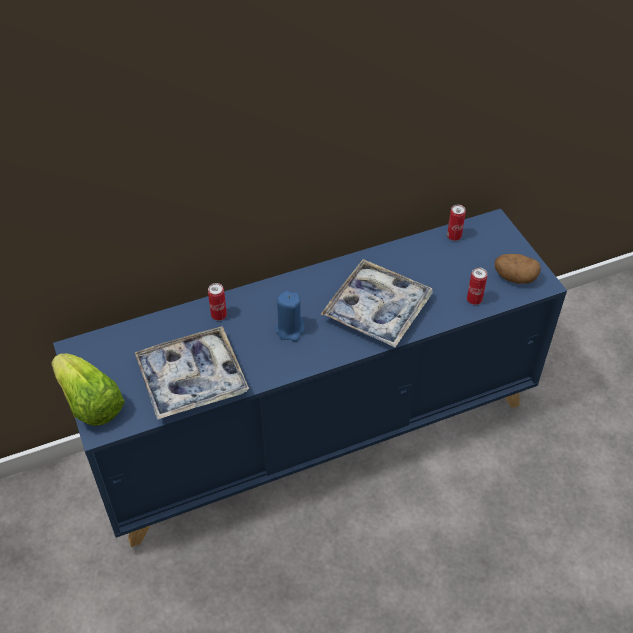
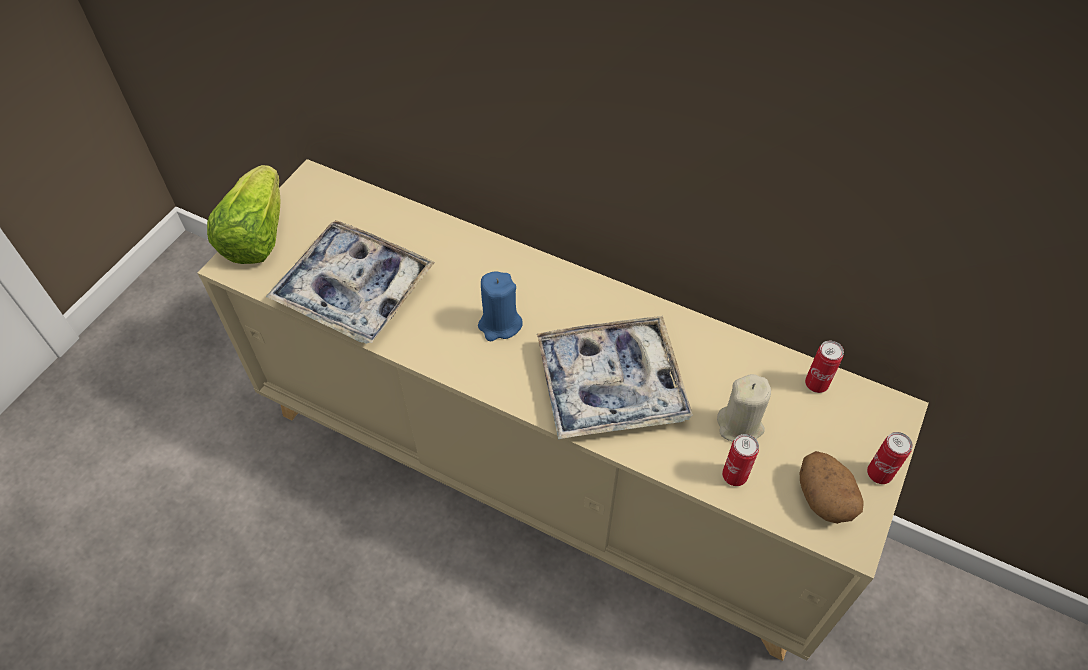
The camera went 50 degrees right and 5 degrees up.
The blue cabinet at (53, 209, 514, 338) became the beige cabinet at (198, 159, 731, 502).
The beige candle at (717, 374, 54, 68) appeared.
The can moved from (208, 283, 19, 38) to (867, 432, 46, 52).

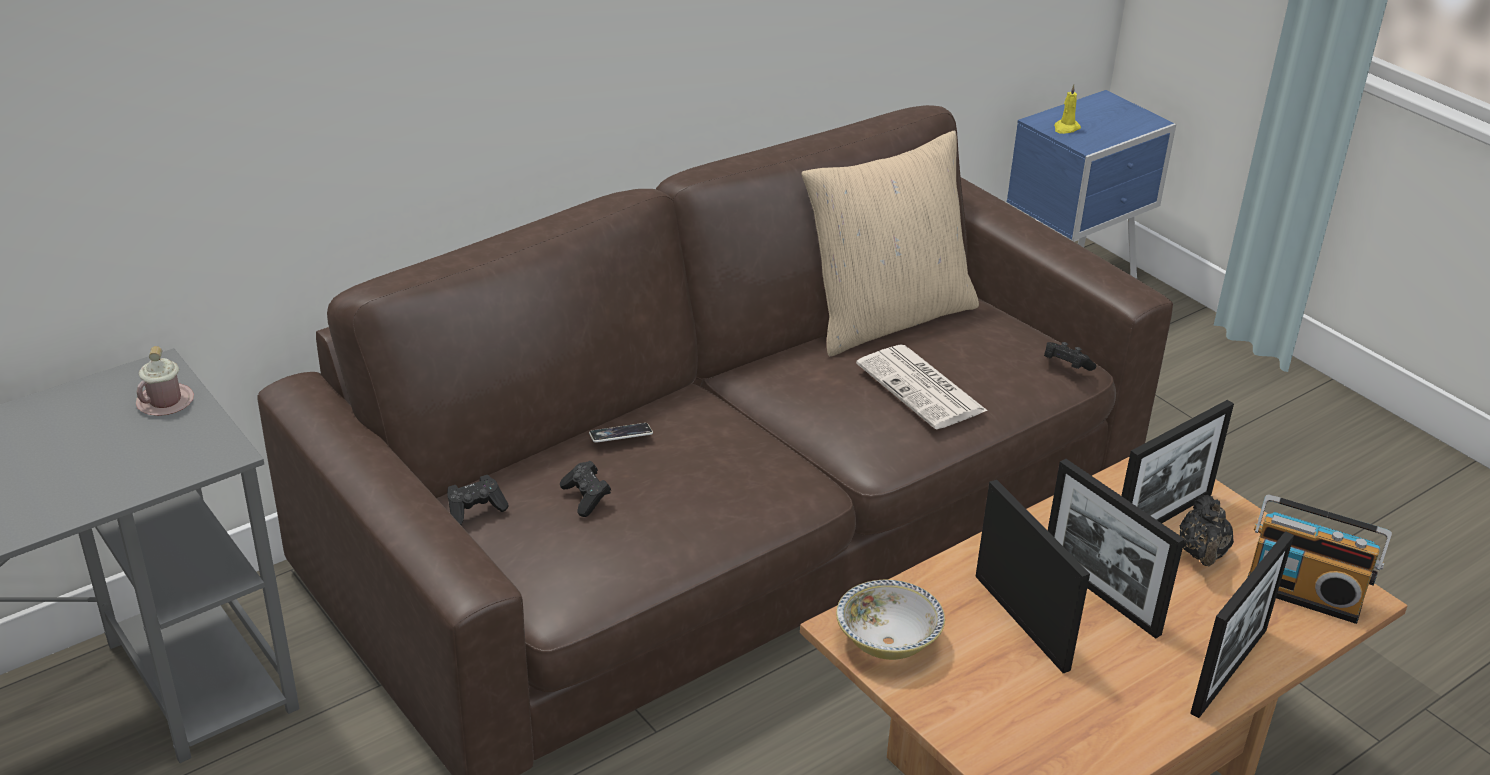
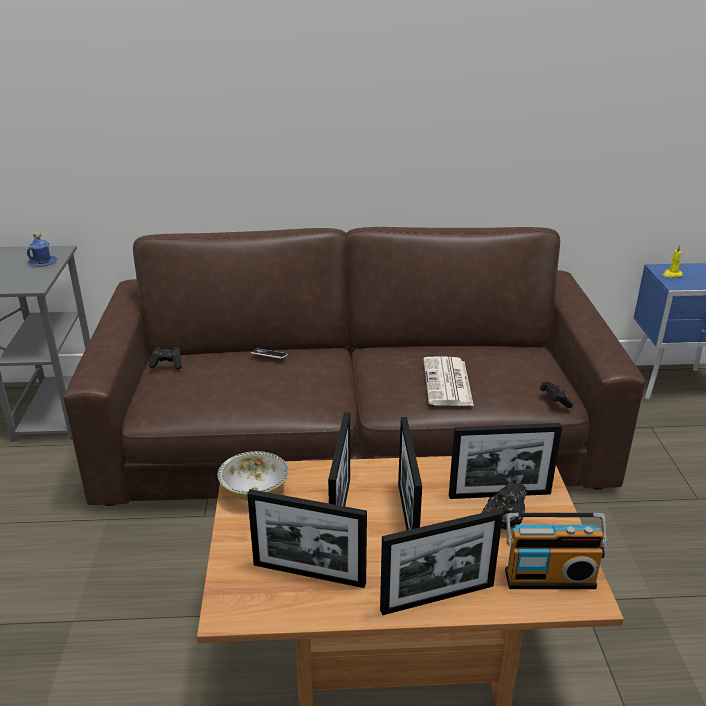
The camera went 35 degrees right and 5 degrees down.
The pink mug at (136, 346, 58, 70) became the blue mug at (27, 232, 30, 35).
The picture frame at (247, 489, 120, 99) appeared.
The radio at (1247, 494, 145, 130) turned 60 degrees counterclockwise.
The black game controller at (560, 461, 51, 56) disappeared.
The beige pillow at (802, 131, 177, 226) disappeared.

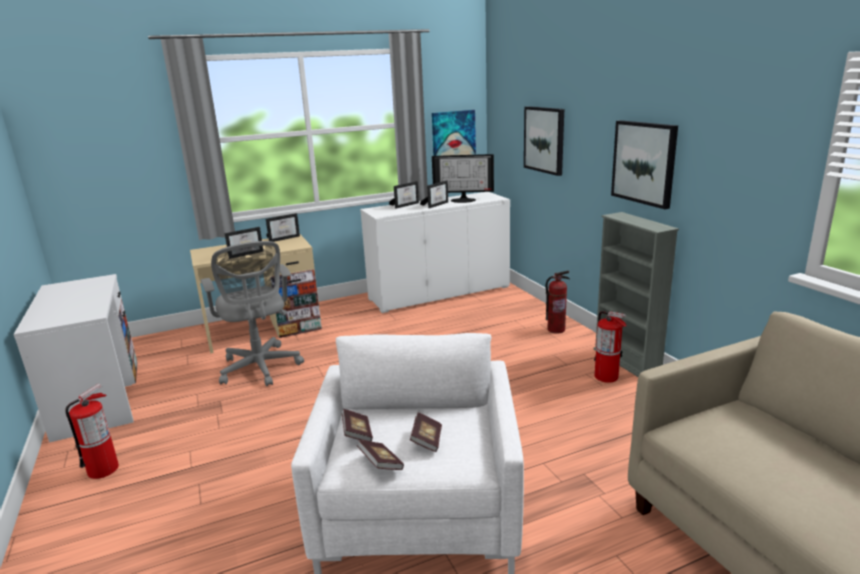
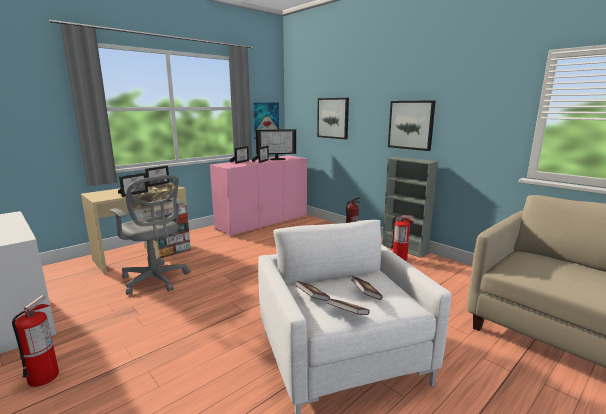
The camera went 20 degrees left and 5 degrees down.
The white cabinet at (360, 192, 150, 121) became the pink cabinet at (210, 155, 97, 82).

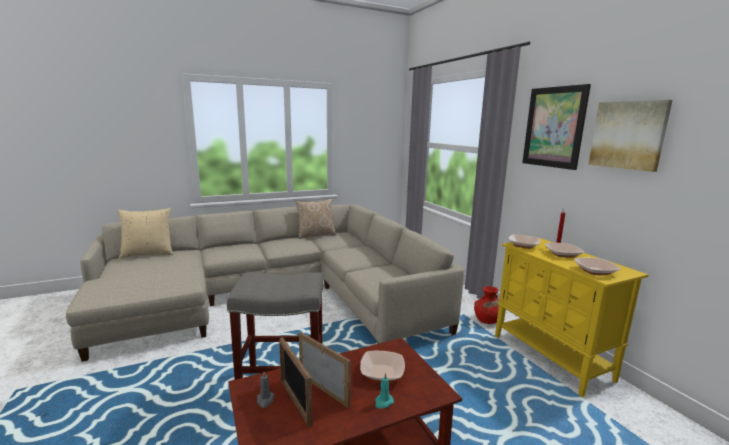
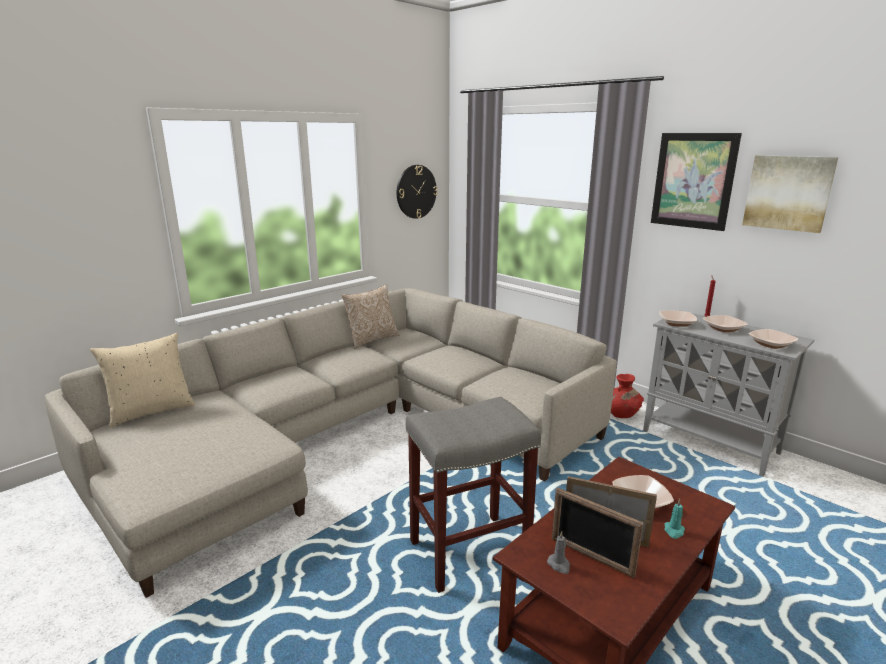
The camera went 20 degrees left and 5 degrees up.
The wall clock at (397, 165, 41, 54) appeared.
The yellow cabinet at (495, 238, 153, 159) became the grey cabinet at (643, 310, 171, 167).

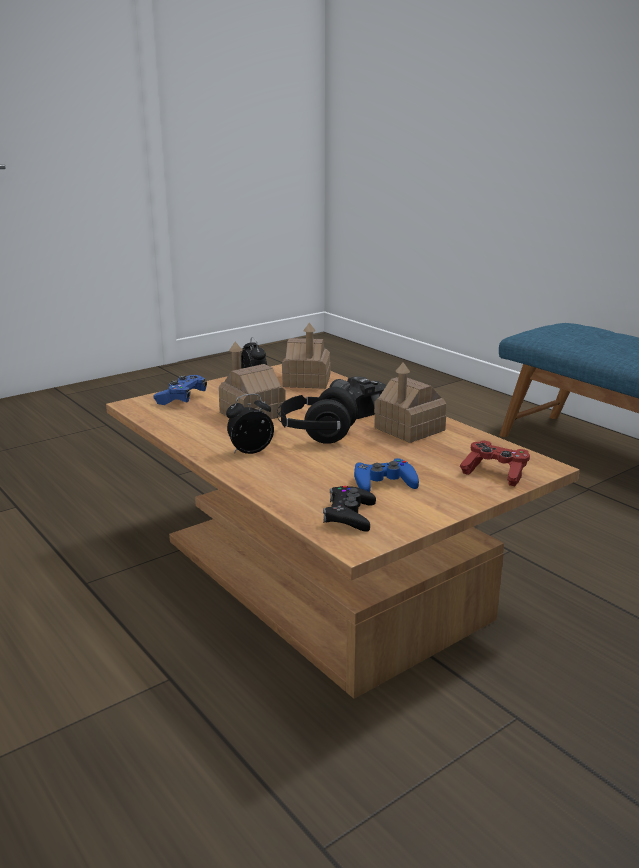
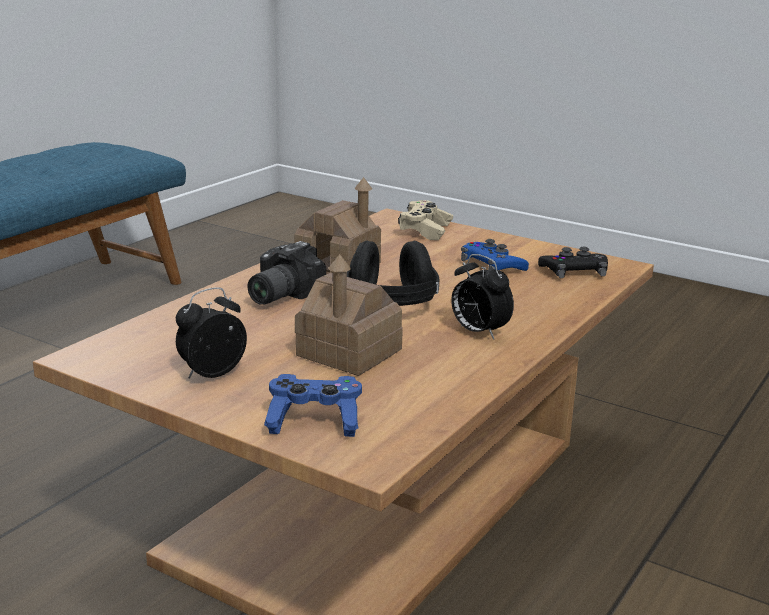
The camera went 110 degrees left and 0 degrees up.
The red game controller at (460, 440, 70, 46) became the beige game controller at (398, 200, 55, 40).
The toy house at (282, 323, 49, 66) disappeared.

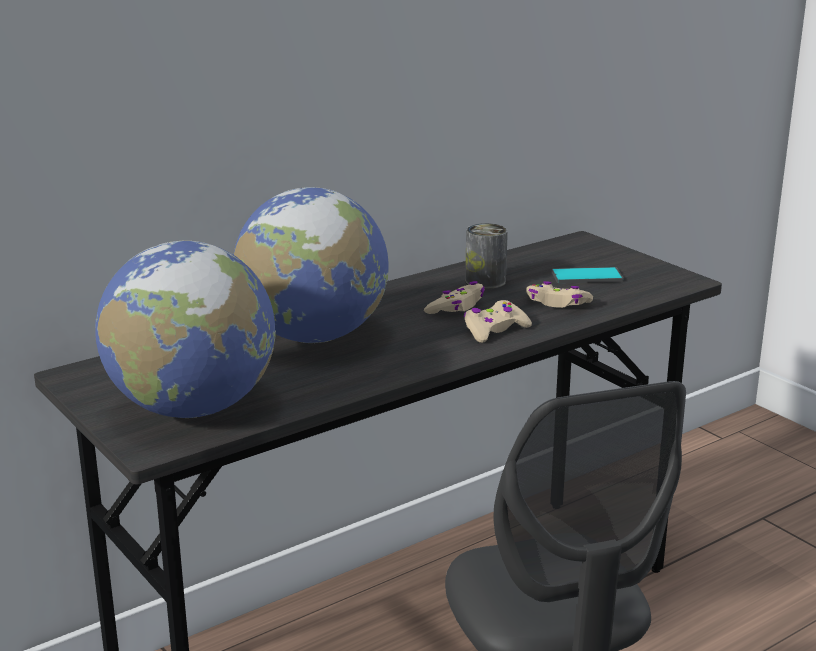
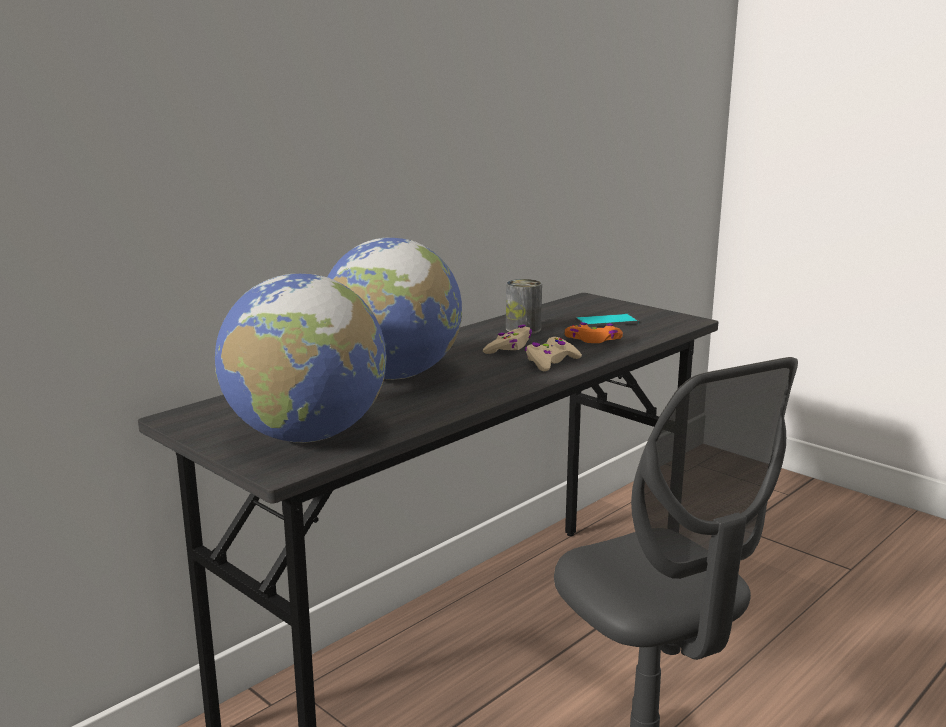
The camera went 10 degrees left and 5 degrees down.
The beige game controller at (526, 281, 67, 27) became the orange game controller at (565, 322, 58, 21).

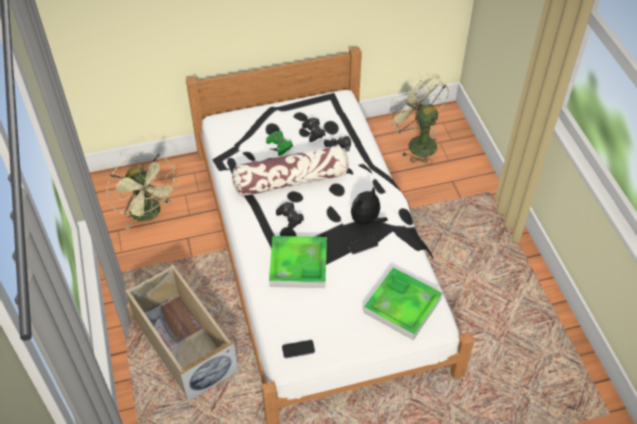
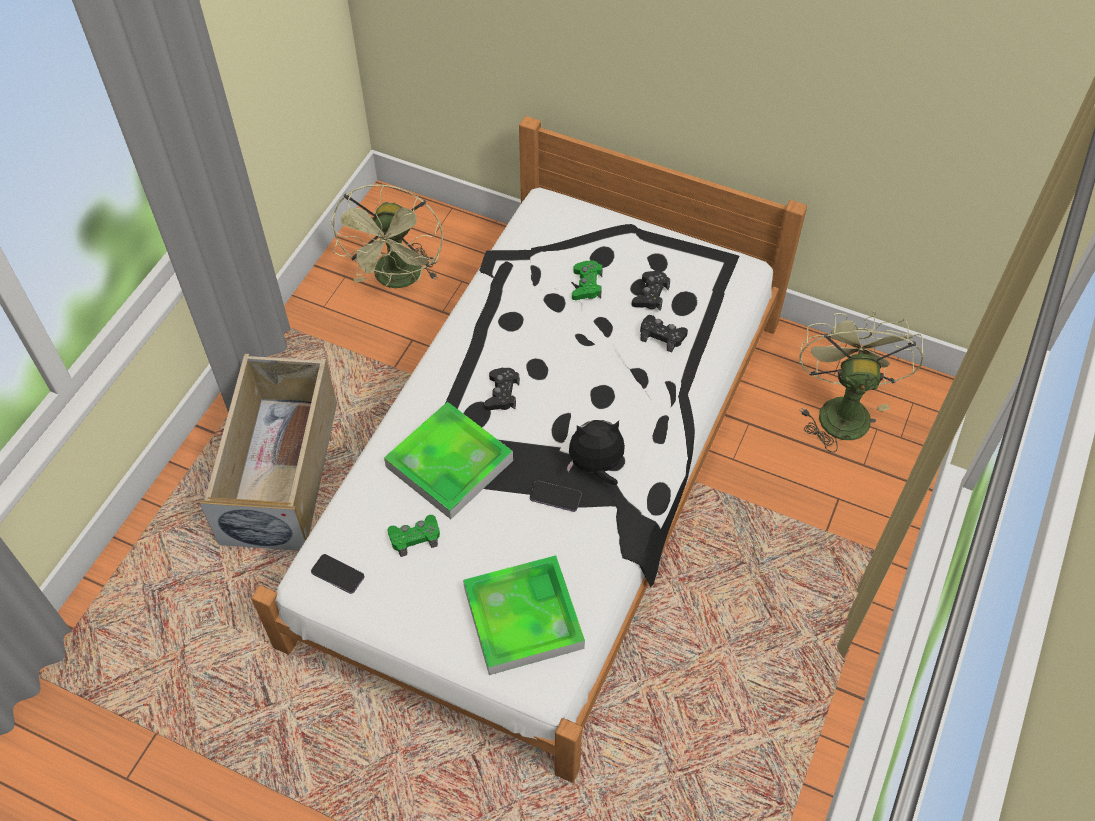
The camera went 40 degrees right and 5 degrees up.
The green game controller at (387, 515, 53, 42) appeared.
The pillow at (232, 145, 117, 52) disappeared.

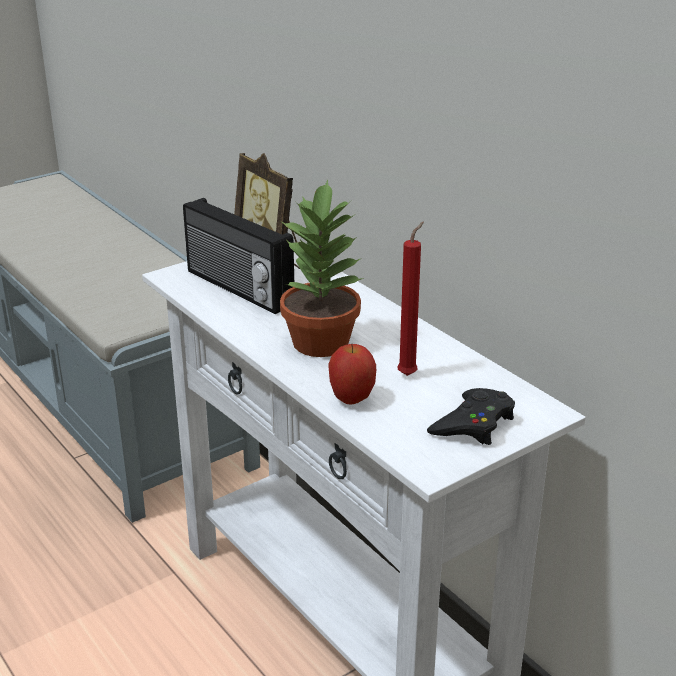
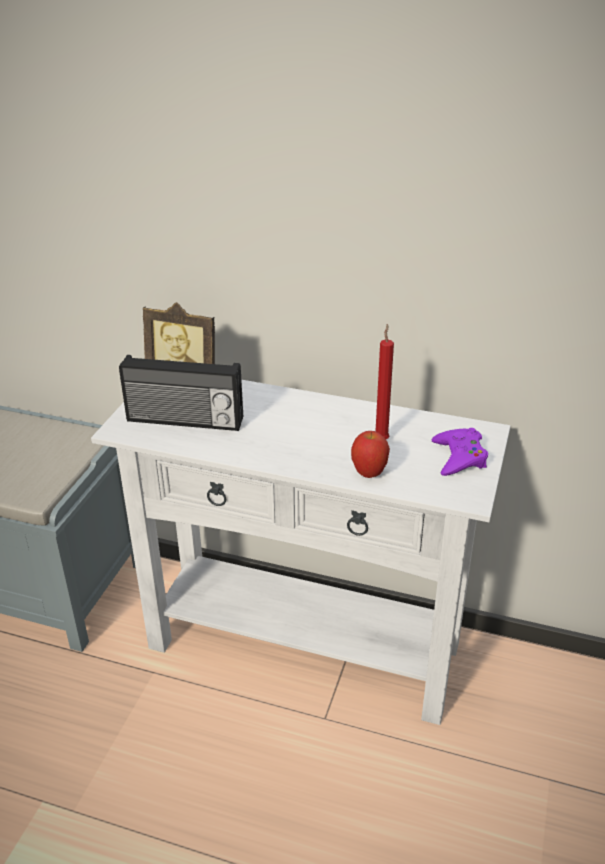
The camera went 35 degrees left and 5 degrees up.
The black game controller at (427, 388, 88, 57) became the purple game controller at (432, 428, 56, 48).
The potted plant at (280, 180, 84, 177) disappeared.

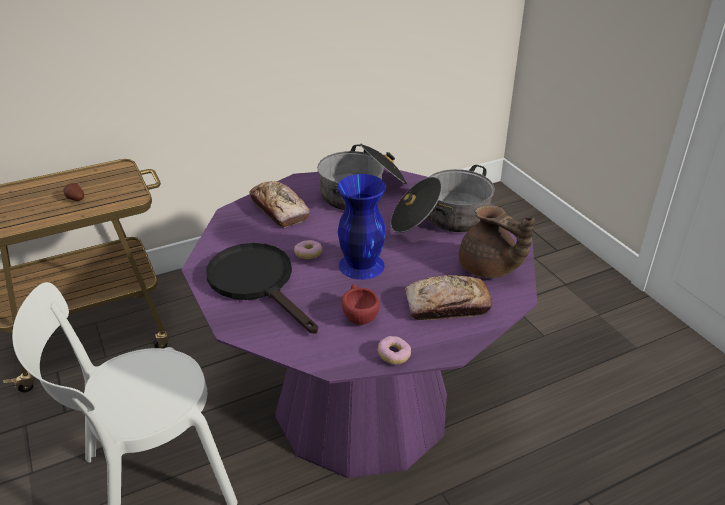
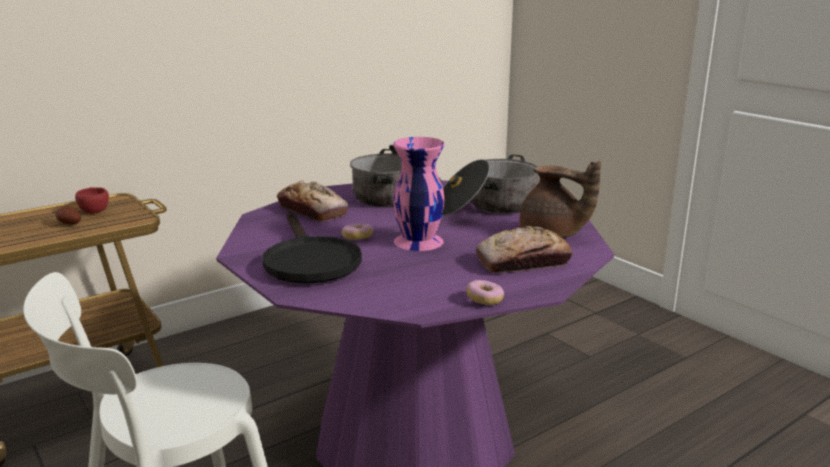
The camera went 10 degrees left and 15 degrees down.
The red cup moved from (342, 284, 38, 41) to (75, 187, 34, 27).
The black frying pan at (206, 243, 112, 90) turned 150 degrees counterclockwise.
The blue vase at (337, 174, 49, 106) became the pink vase at (393, 137, 52, 114).

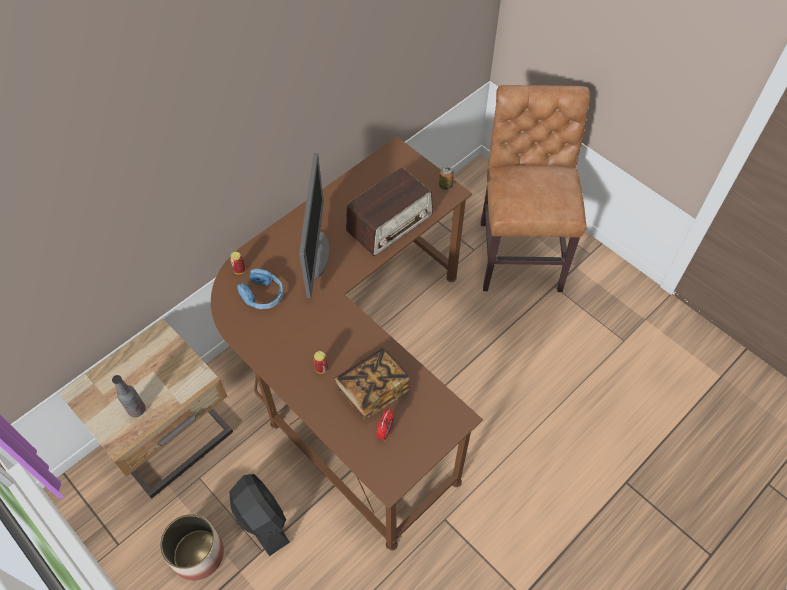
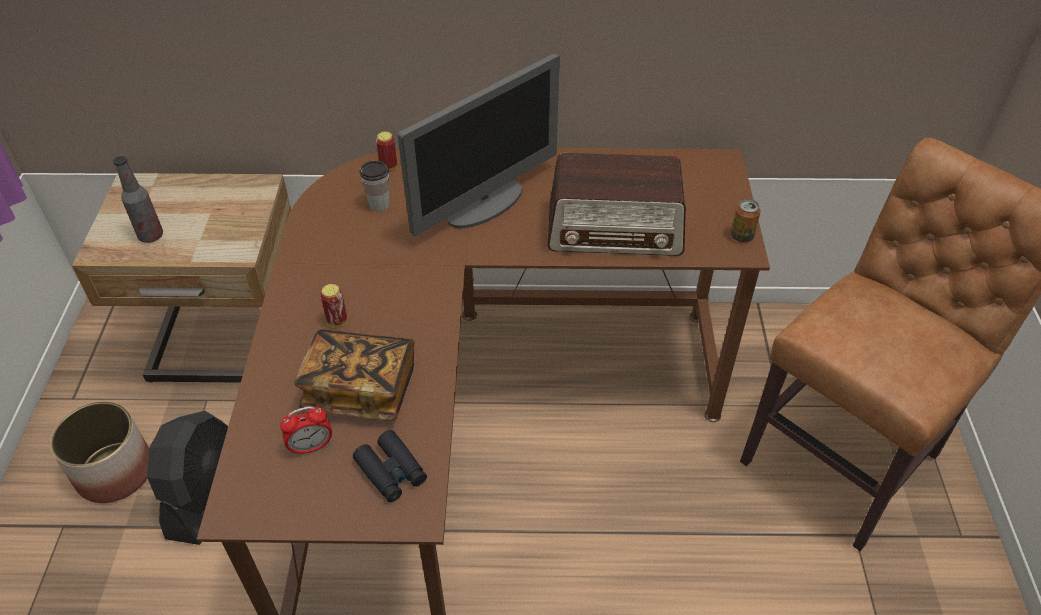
The camera went 45 degrees right and 10 degrees down.
The black binoculars at (353, 430, 74, 72) appeared.
The blue headphones at (237, 269, 46, 40) was replaced by the cup at (359, 160, 31, 51).

